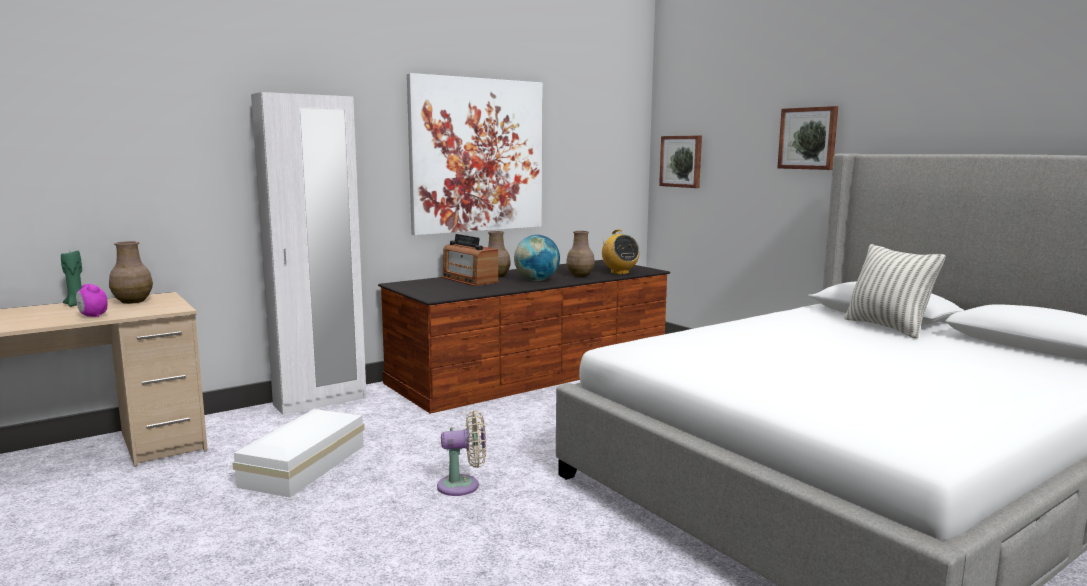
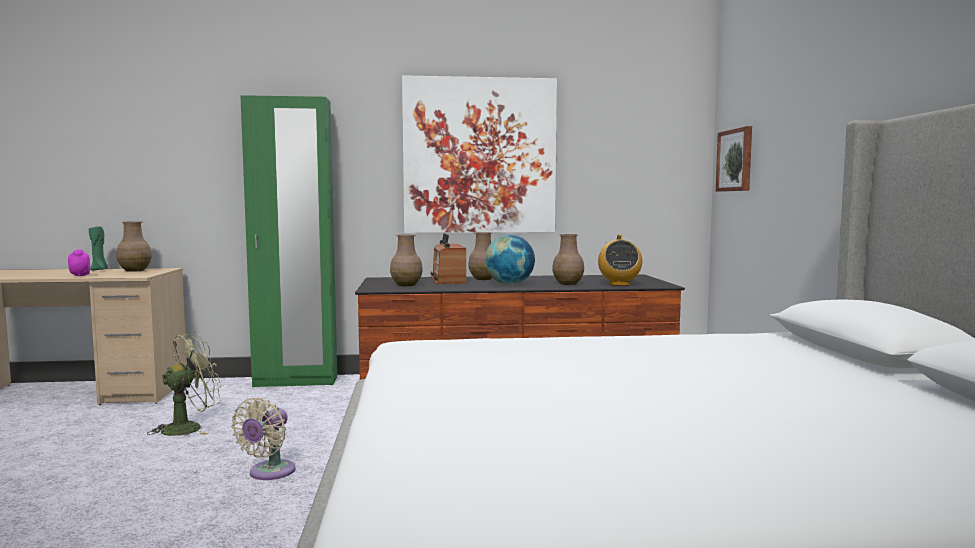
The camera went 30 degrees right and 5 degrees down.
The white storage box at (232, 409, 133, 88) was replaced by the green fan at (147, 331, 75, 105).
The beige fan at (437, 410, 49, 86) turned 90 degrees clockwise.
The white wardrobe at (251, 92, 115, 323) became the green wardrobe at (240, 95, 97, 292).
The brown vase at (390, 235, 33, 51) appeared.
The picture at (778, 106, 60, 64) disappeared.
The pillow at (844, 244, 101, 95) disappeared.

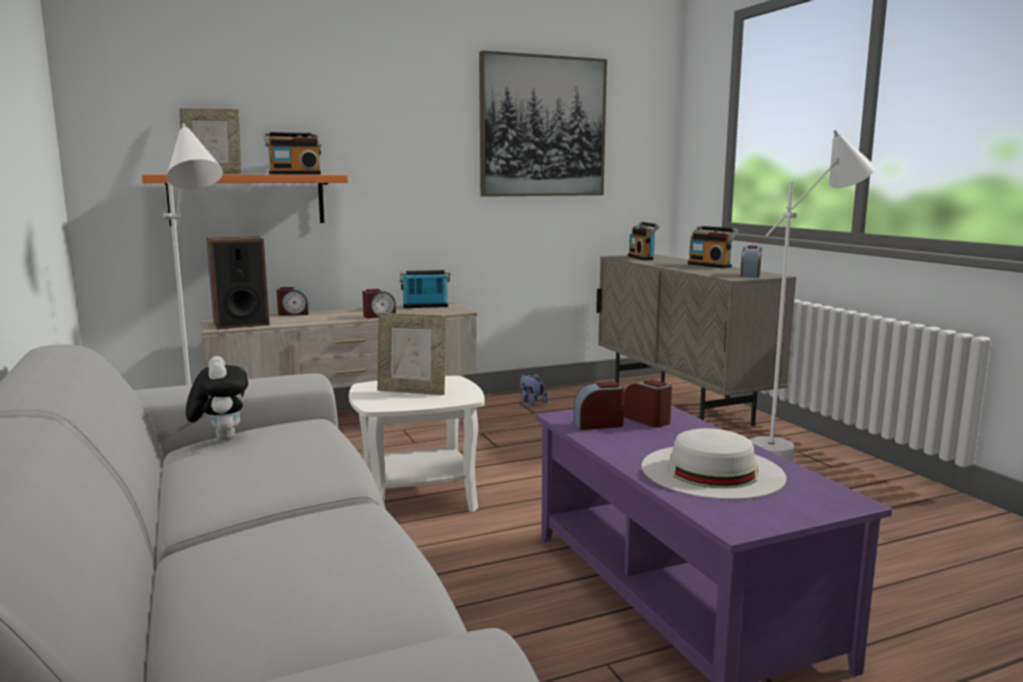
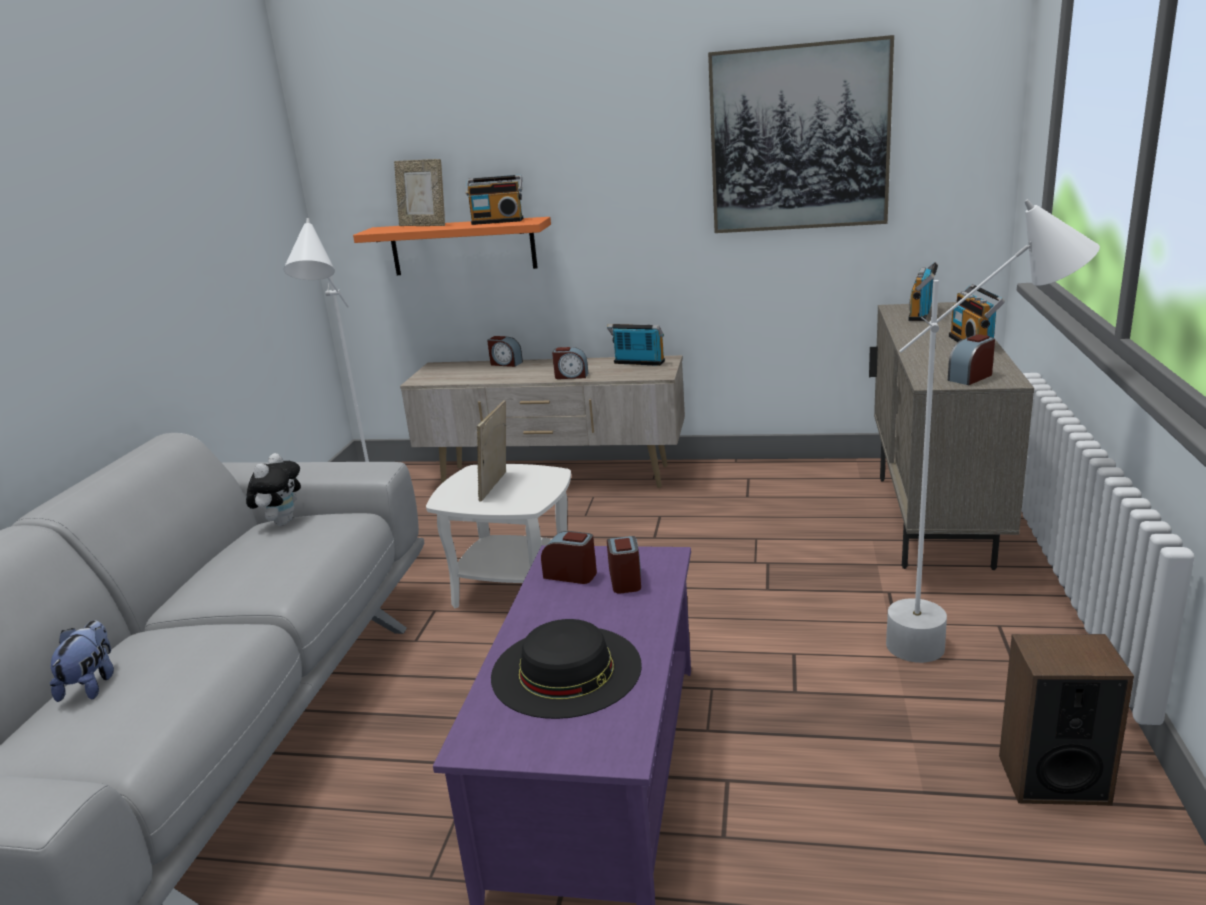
The camera went 35 degrees right and 10 degrees up.
The plush toy moved from (520, 374, 28, 32) to (50, 620, 64, 82).
The picture frame at (377, 313, 70, 82) turned 60 degrees clockwise.
The white hat at (641, 428, 145, 71) became the black hat at (491, 619, 151, 100).
The speaker moved from (206, 236, 63, 93) to (999, 634, 135, 171).

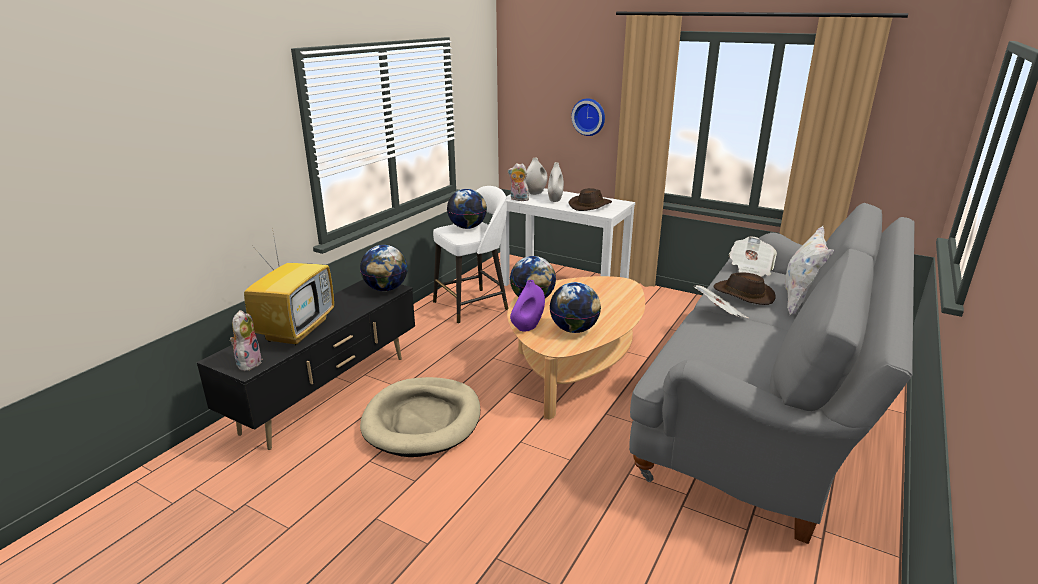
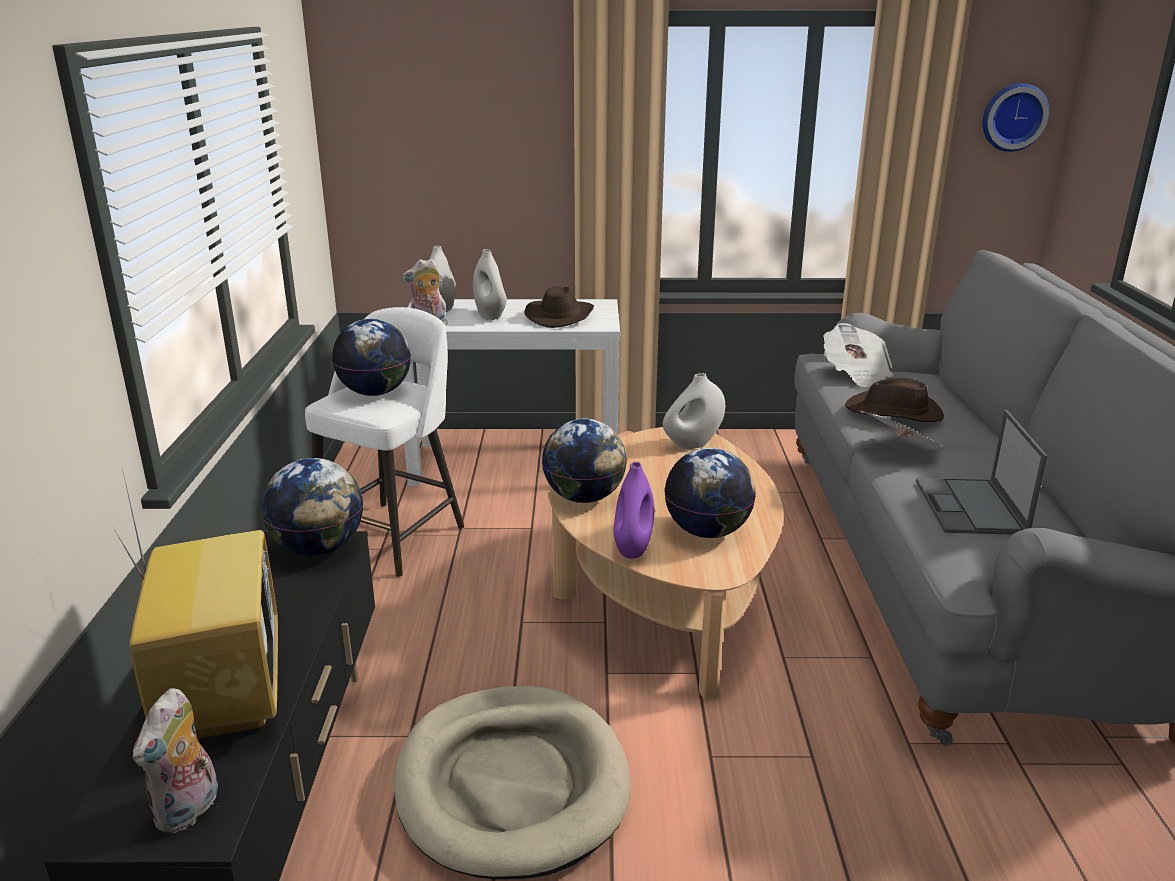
The camera went 30 degrees left and 0 degrees up.
The plush toy at (230, 310, 33, 61) turned 135 degrees counterclockwise.
The white vase at (663, 373, 62, 76) appeared.
The laptop at (916, 410, 131, 124) appeared.
The wall clock moved from (571, 98, 34, 38) to (983, 83, 66, 69).
The white pillow at (784, 226, 50, 89) disappeared.

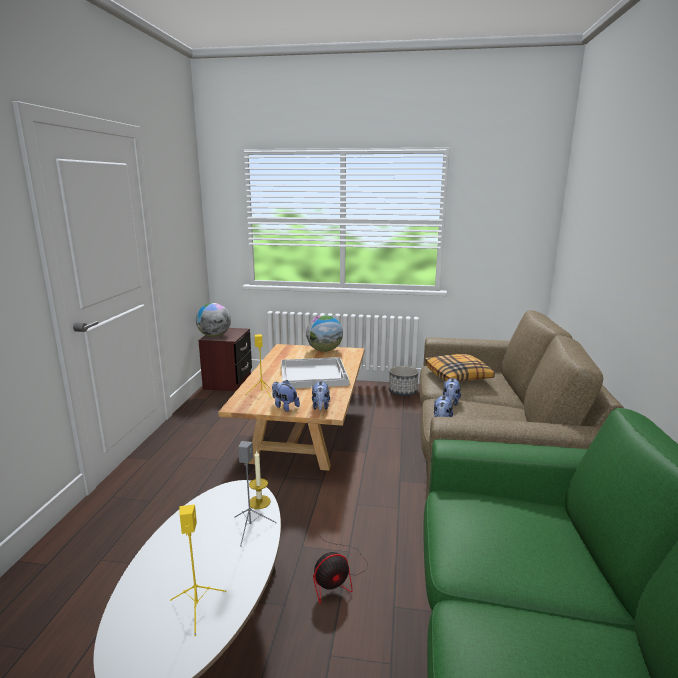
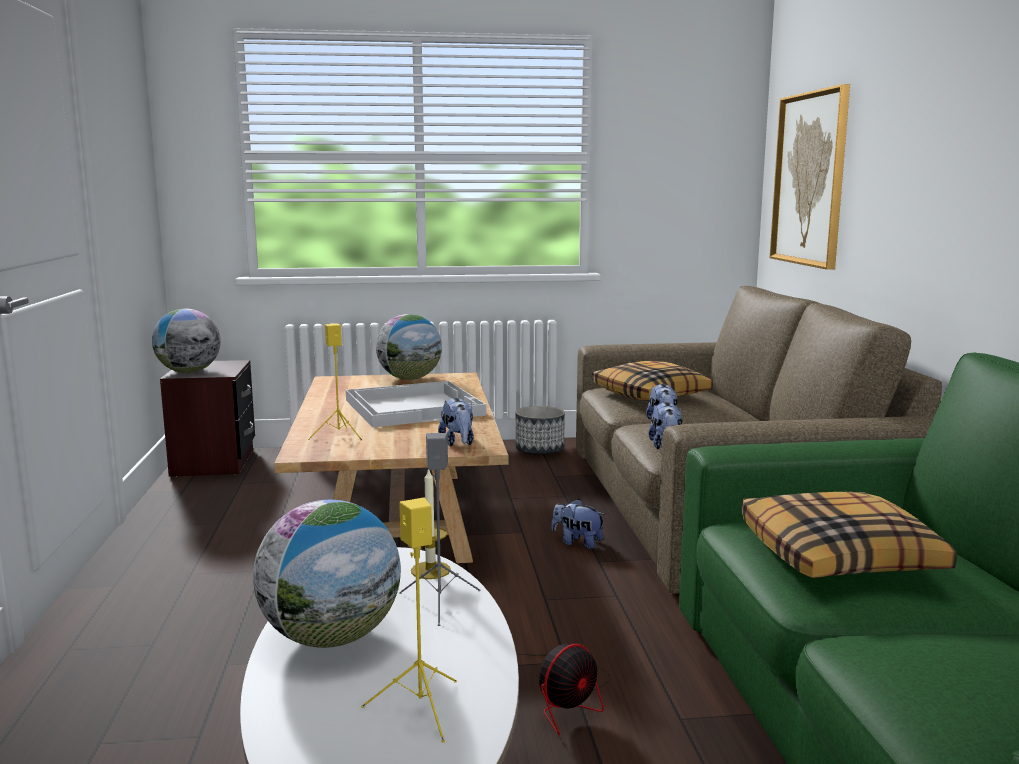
The camera went 15 degrees left and 5 degrees down.
The globe at (253, 500, 148, 148) appeared.
The plush toy moved from (272, 380, 28, 32) to (551, 499, 55, 50).
The pillow at (742, 492, 215, 86) appeared.
The picture at (770, 84, 80, 186) appeared.

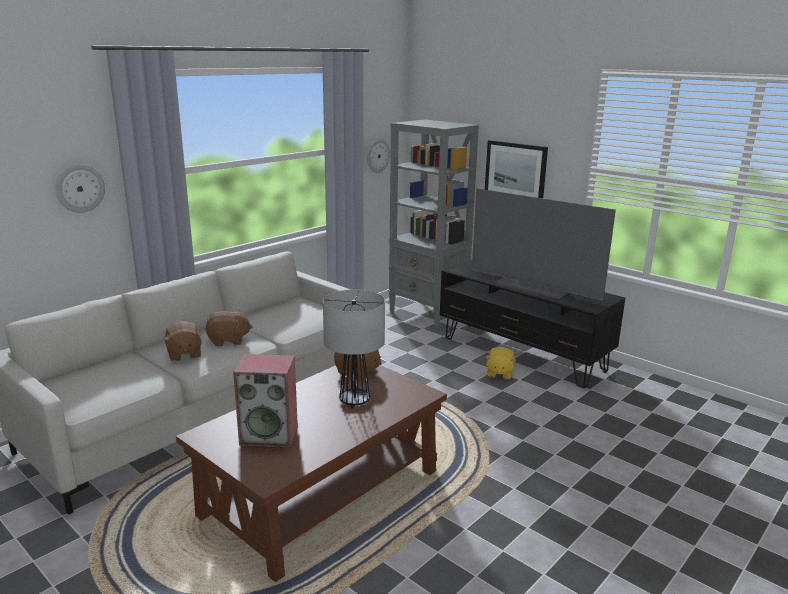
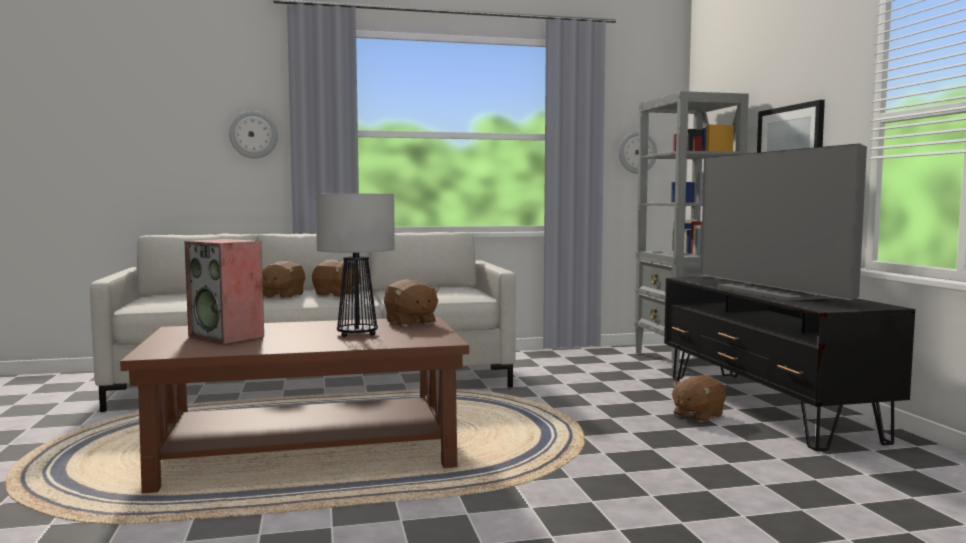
The camera went 35 degrees right and 15 degrees down.
The yellow plush toy at (485, 347, 31, 33) became the brown plush toy at (671, 376, 55, 46).

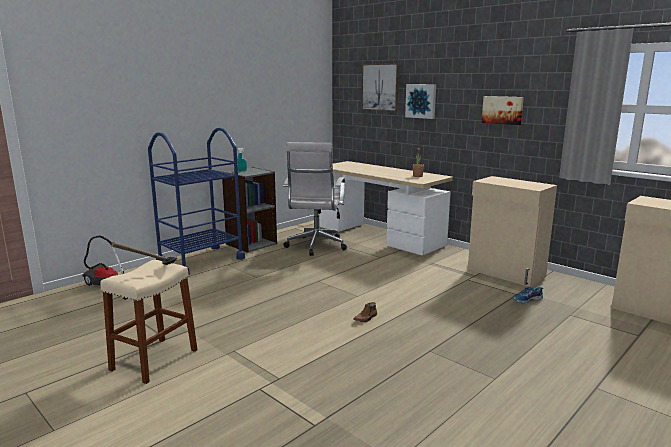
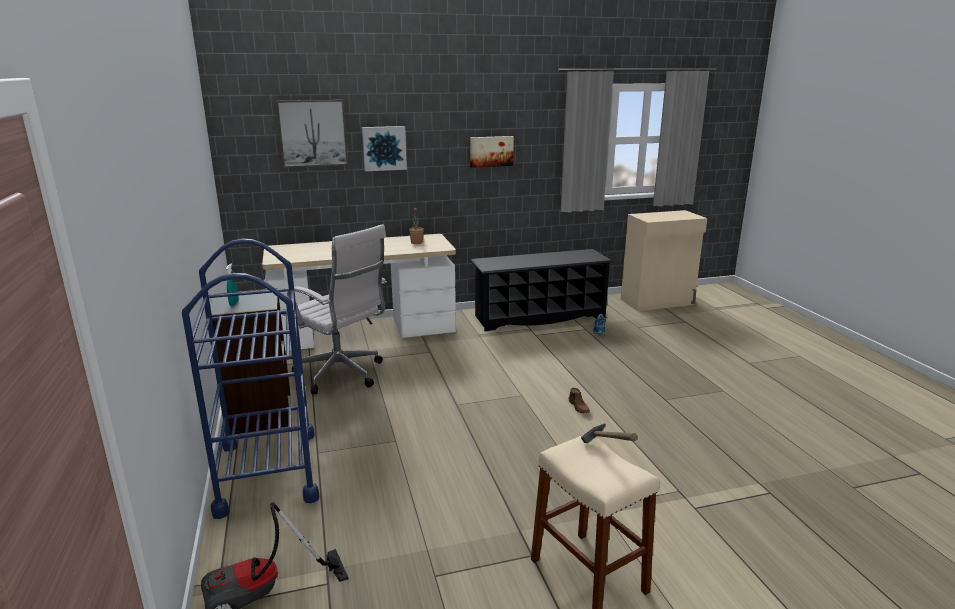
The camera went 60 degrees left and 5 degrees up.
The beige cabinet at (468, 176, 89, 111) was replaced by the black shoe rack at (470, 249, 143, 82).

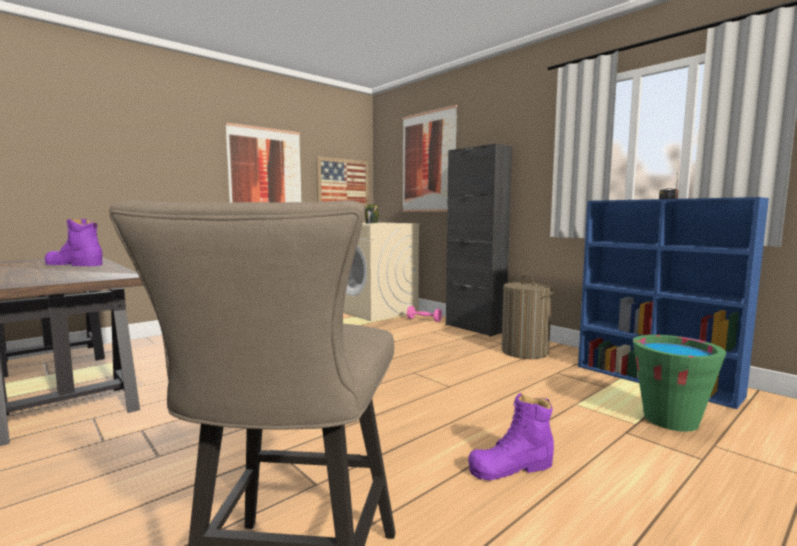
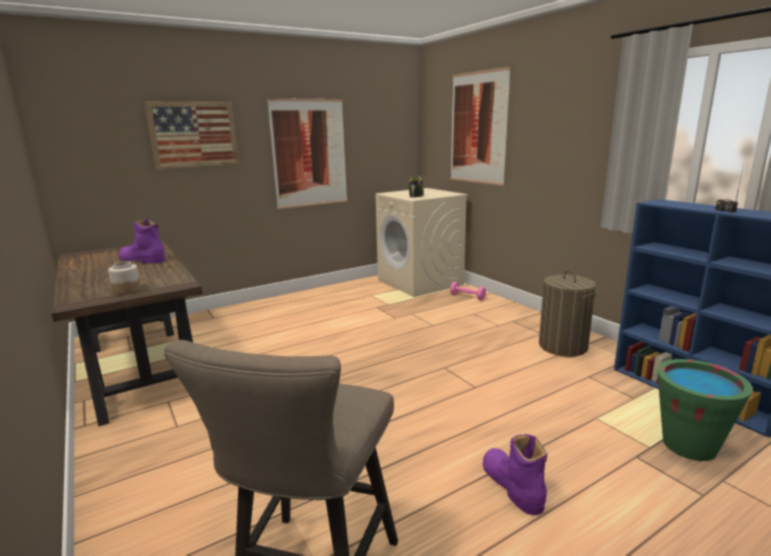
The camera went 10 degrees right and 10 degrees up.
The jar at (108, 262, 33, 33) appeared.
The picture moved from (316, 156, 53, 52) to (145, 102, 94, 68).
The purple boot at (468, 393, 86, 87) turned 75 degrees clockwise.
The black cabinet at (446, 144, 66, 193) disappeared.

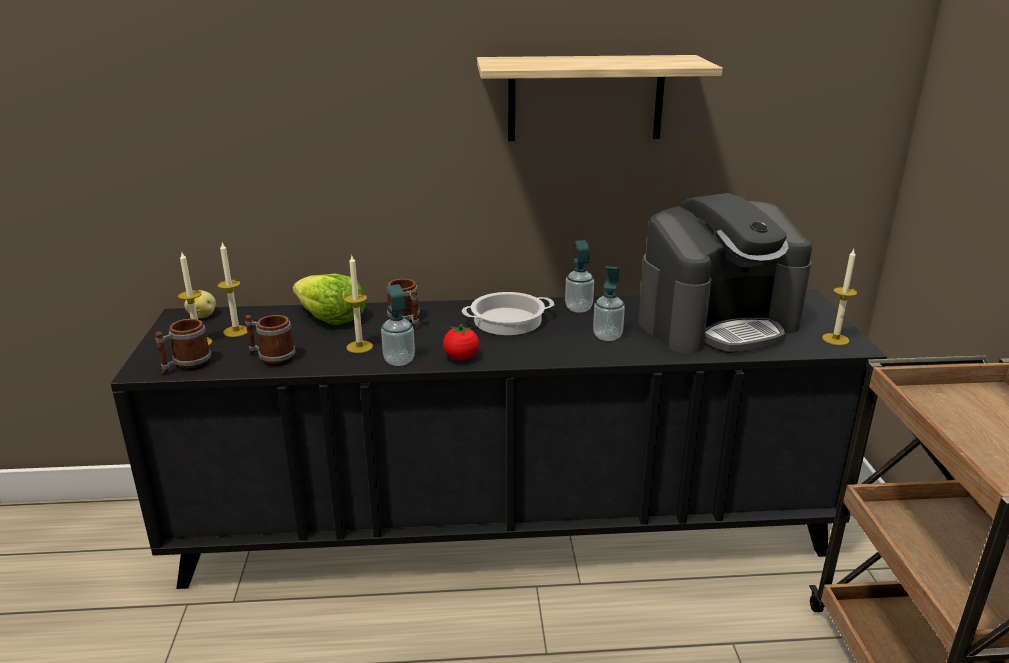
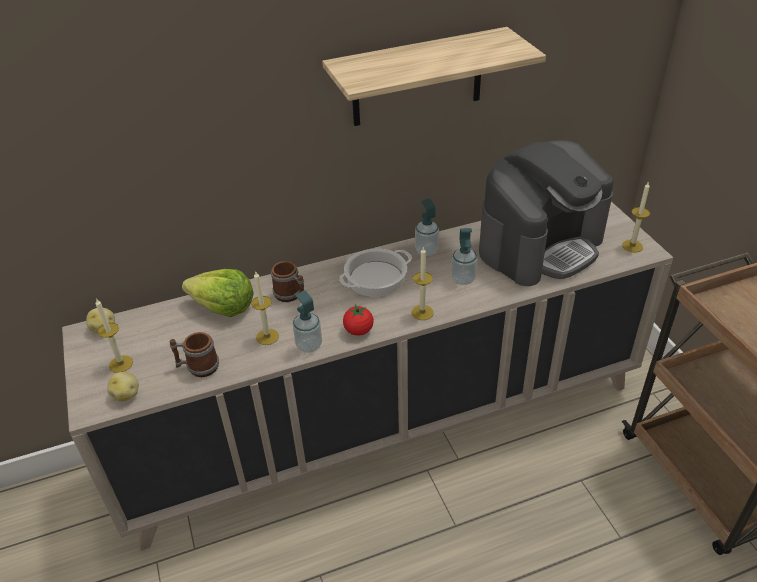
The camera went 15 degrees left and 15 degrees up.
The black cabinet at (111, 290, 776, 299) became the beige cabinet at (62, 202, 611, 349).
The mug at (155, 319, 56, 55) was replaced by the potato at (107, 372, 32, 30).
The candle moved from (217, 243, 31, 94) to (412, 247, 22, 73).

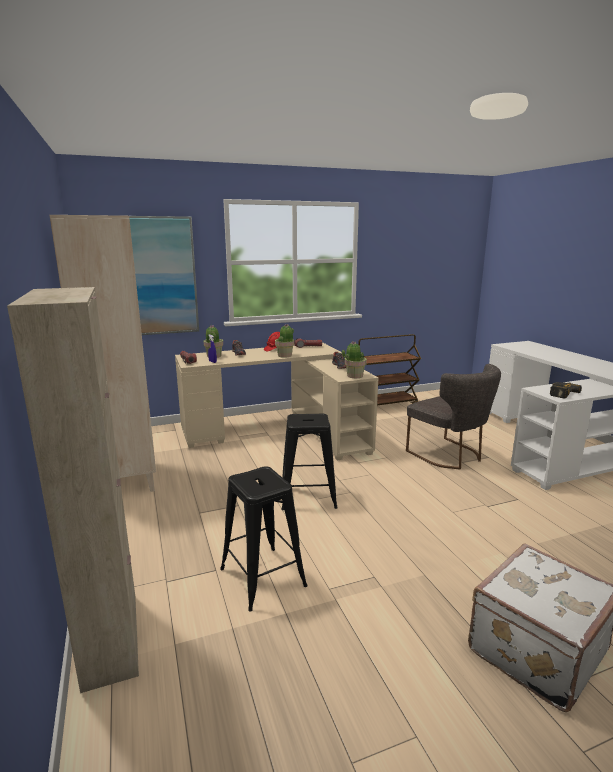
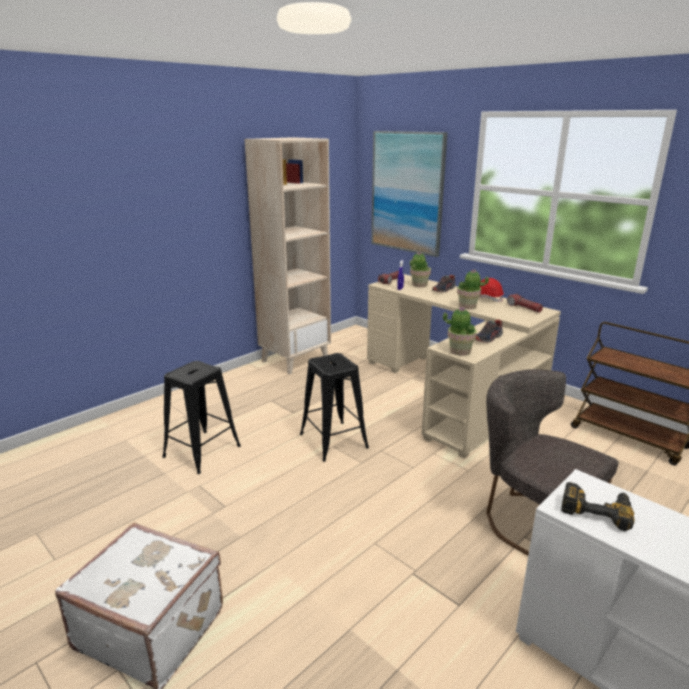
The camera went 65 degrees right and 5 degrees up.
The grey chair at (406, 364, 95, 105) turned 105 degrees clockwise.
The beige cabinet at (7, 287, 132, 406) disappeared.

